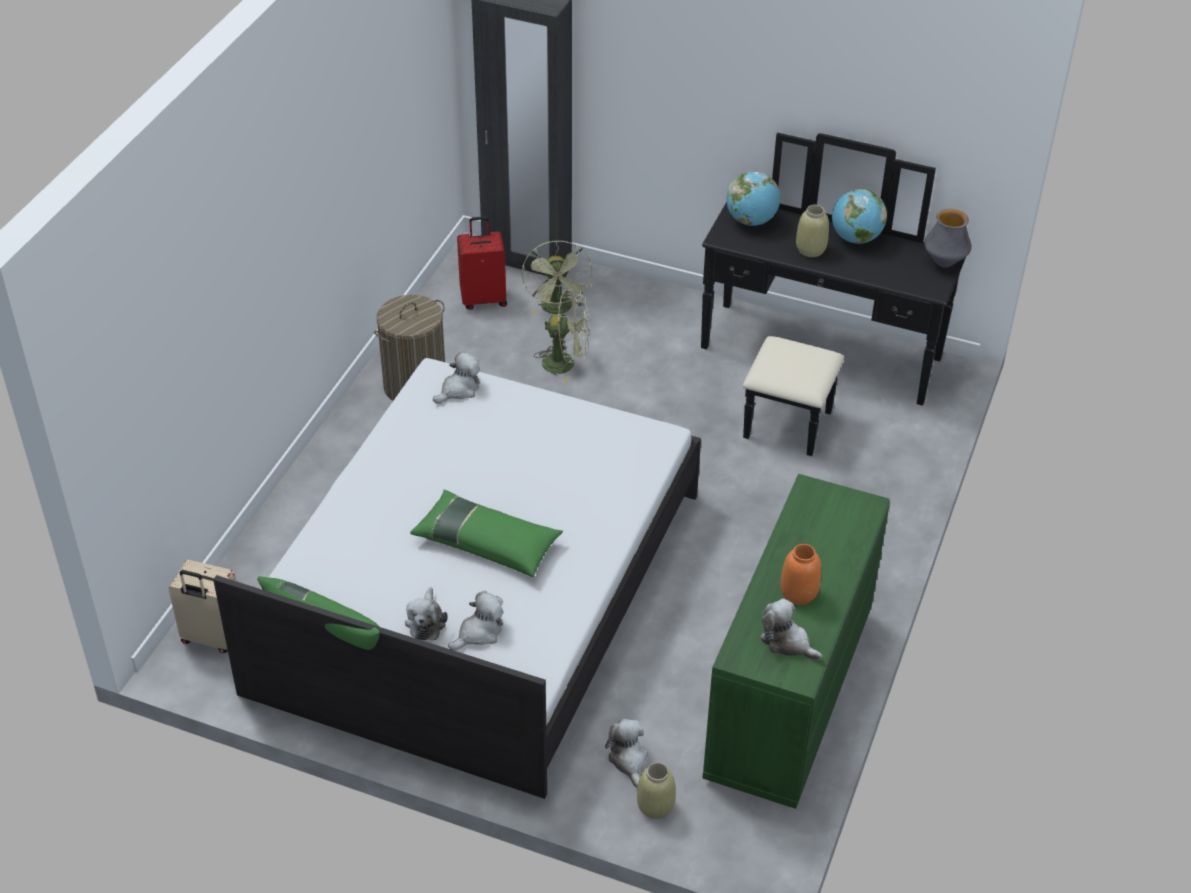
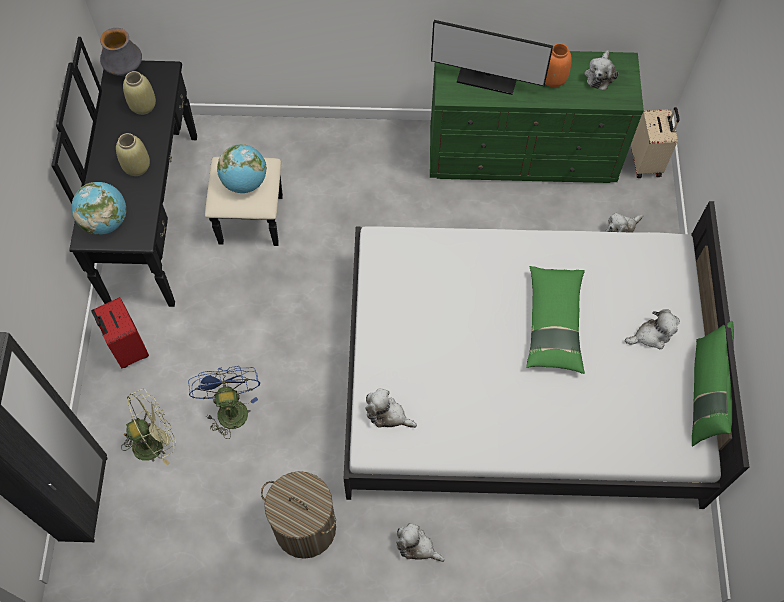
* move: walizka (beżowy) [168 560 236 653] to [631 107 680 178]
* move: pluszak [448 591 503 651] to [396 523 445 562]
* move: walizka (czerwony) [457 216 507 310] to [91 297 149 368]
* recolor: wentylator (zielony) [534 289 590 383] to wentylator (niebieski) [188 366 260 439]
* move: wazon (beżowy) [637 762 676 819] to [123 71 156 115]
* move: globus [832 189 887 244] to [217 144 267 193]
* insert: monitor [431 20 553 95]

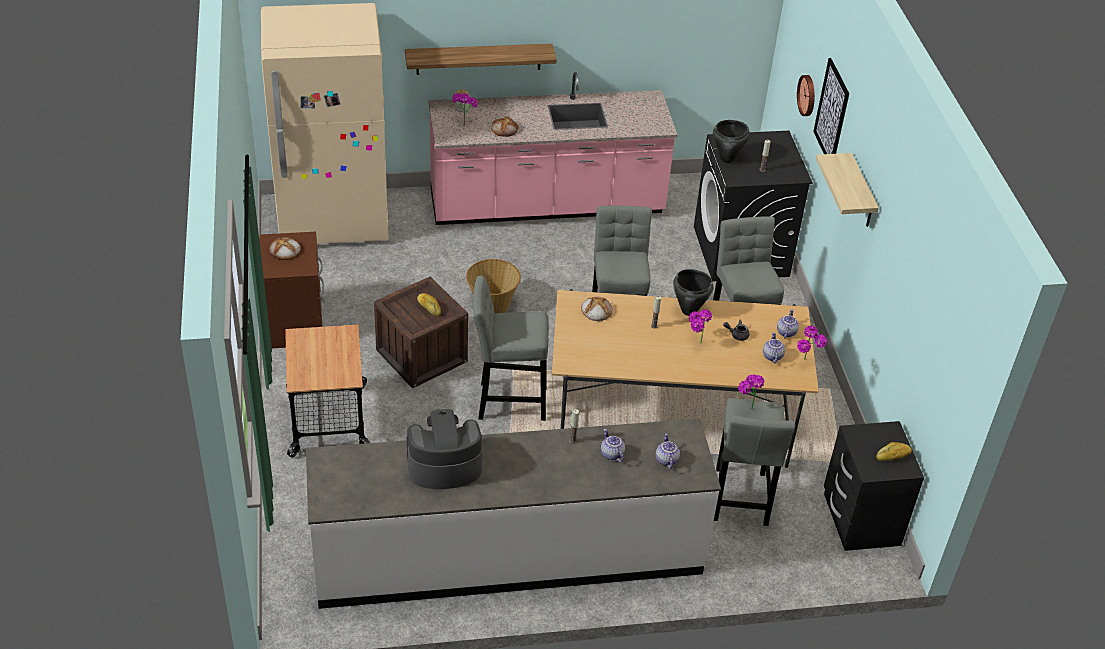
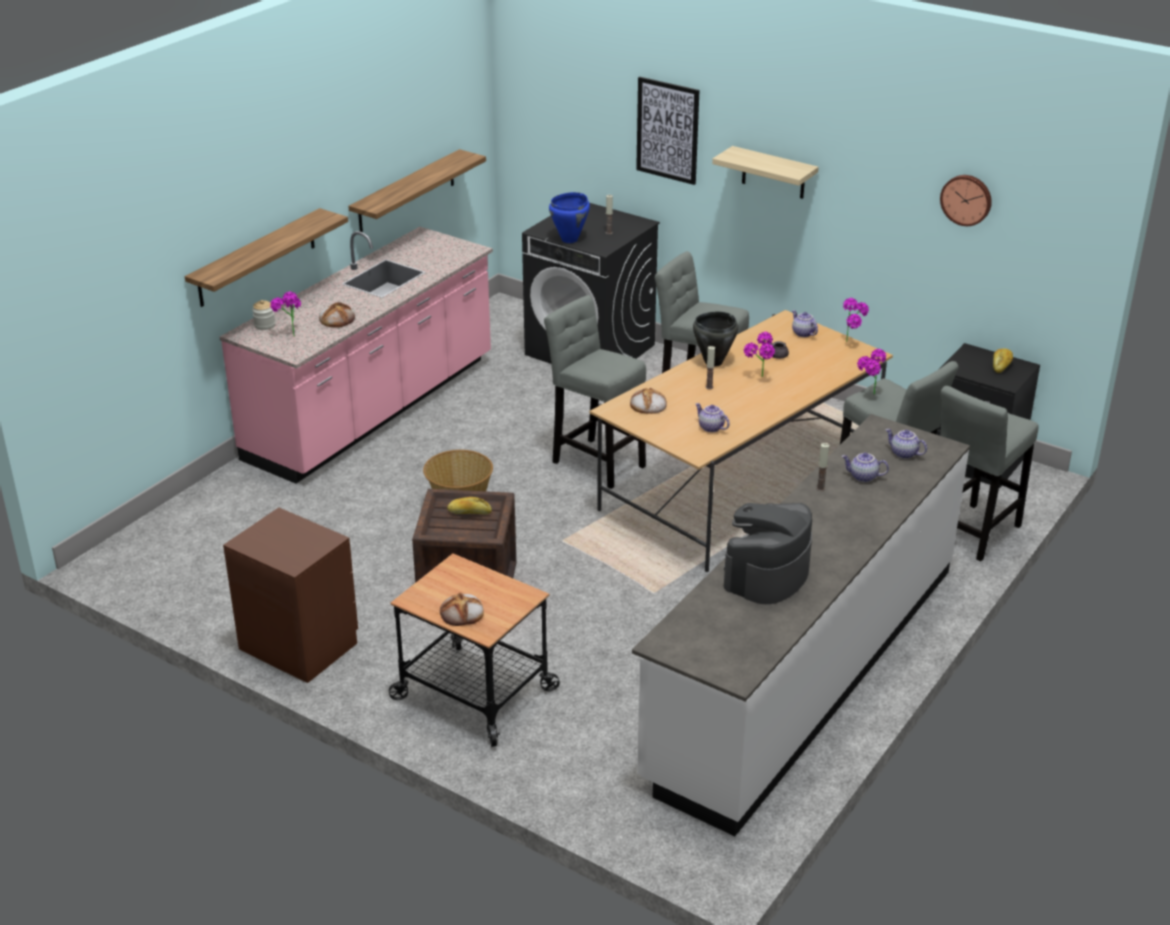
* delete: lodówka (beżowy) [261 3 388 244]
* move: chleb [269 237 301 260] to [440 593 484 626]
* move: stołek (szary) [473 275 549 421] to [940 386 1039 562]
* recolor: garnek (czarny) [713 120 750 163] to garnek (niebieski) [549 192 590 243]
* move: imbryk [763 332 785 363] to [695 403 730 432]
* move: zegar ścienny [797 75 815 116] to [940 175 992 226]
* insert: półka [348 149 486 232]

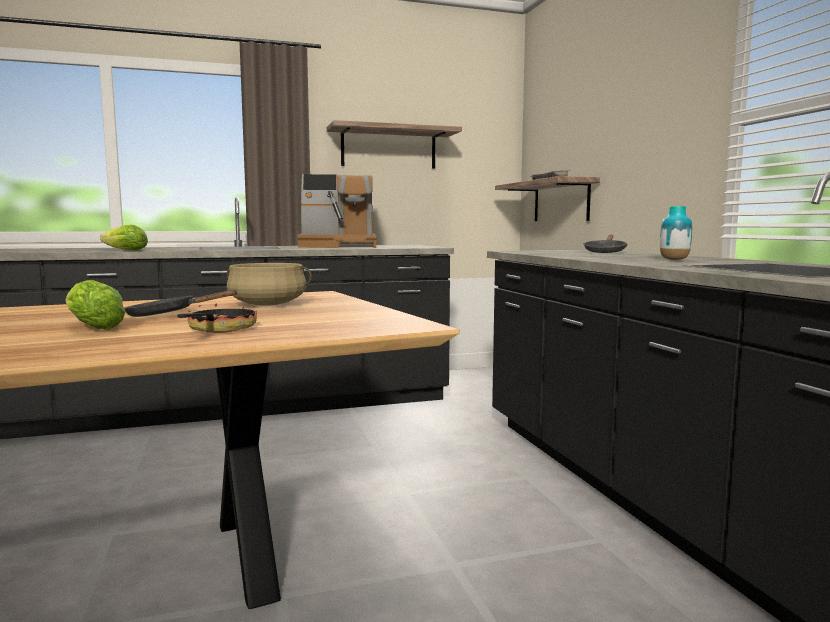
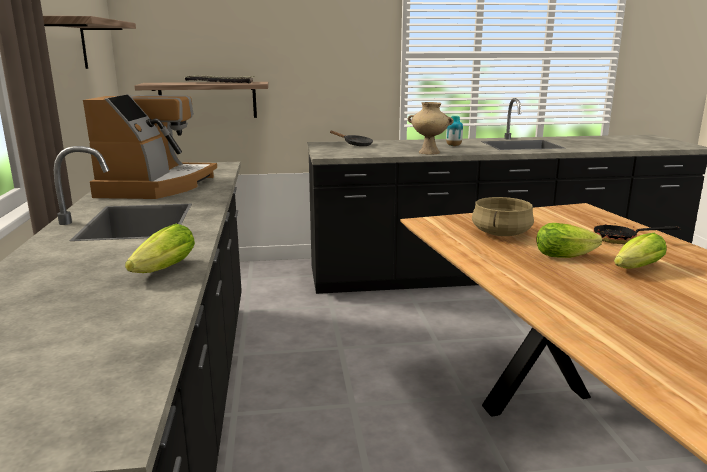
* replace: patelnia (czarny) [124 289 238 317] to sałata [536 223 602 258]
* insert: wazon (beżowy) [408 102 454 154]

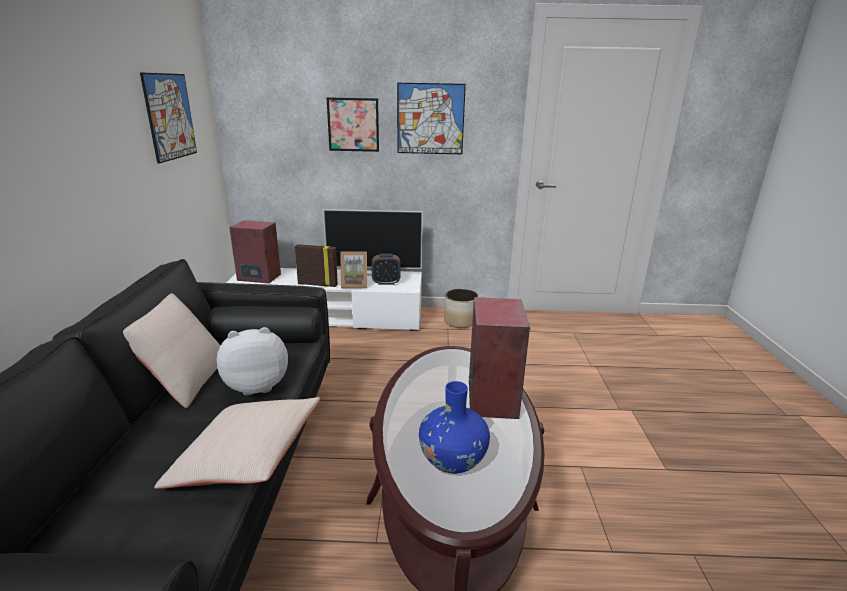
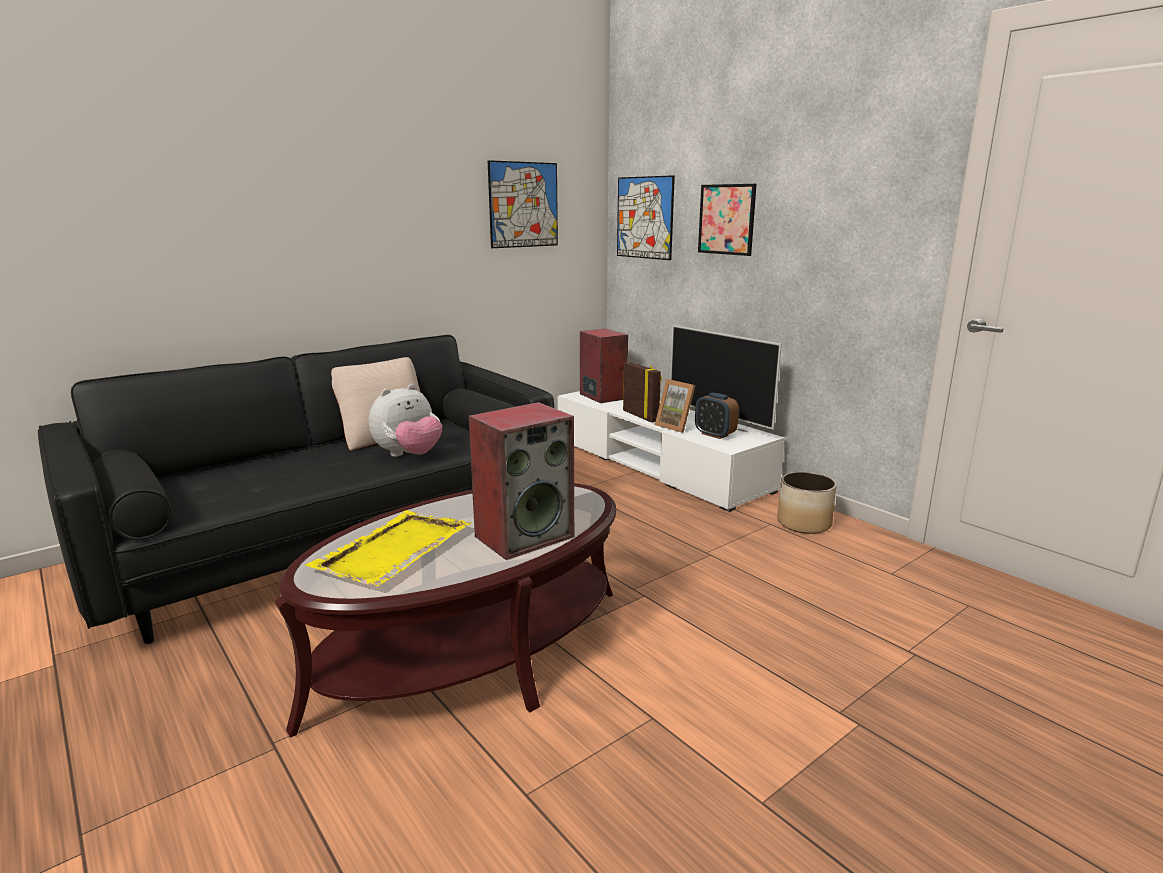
* delete: poduszka (beżowy) [154 397 320 489]
* rotate: pluszak [217 327 288 396] = [369 384 442 457] 105 degrees clockwise
* move: obraz [397 83 466 154] to [617 175 675 260]
* replace: wazon (niebieski) [419 381 490 474] to taca (żółty) [305 510 472 586]

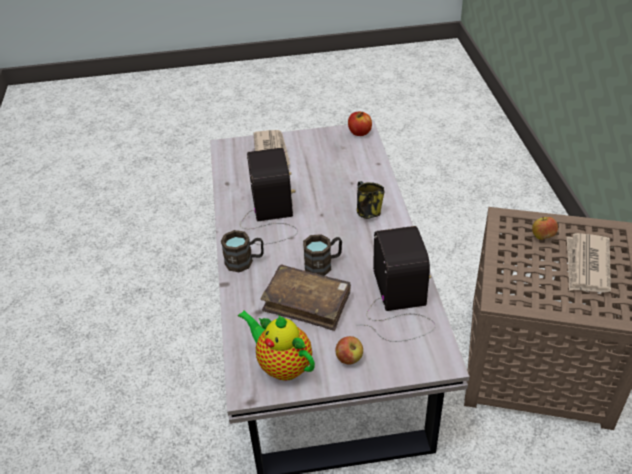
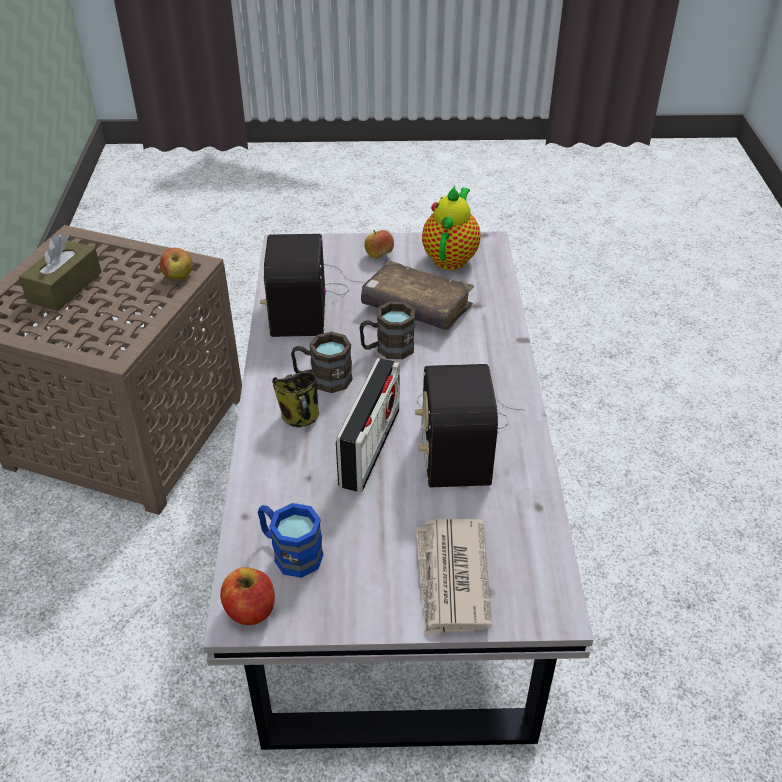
* move: kubek (brązowy) [221 230 264 272] to [291 332 353 393]
* rotate: imbryk [238 310 315 381] = [422 186 481 270] 120 degrees counterclockwise
* move: jabłko [532 217 558 240] to [160 248 193 279]
* replace: gazeta [567 233 611 293] to pudełko chusteczek (brązowy) [19 233 102 311]
* insert: kubek (niebieski) [258 503 324 578]
* insert: radio [336 358 400 492]

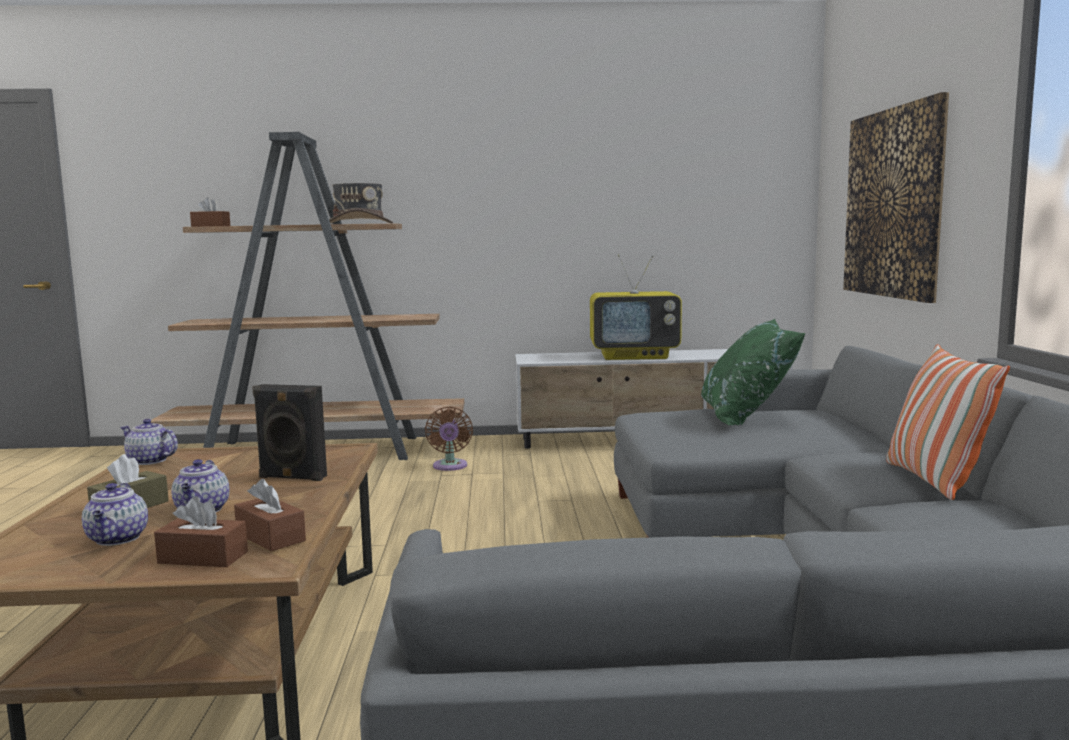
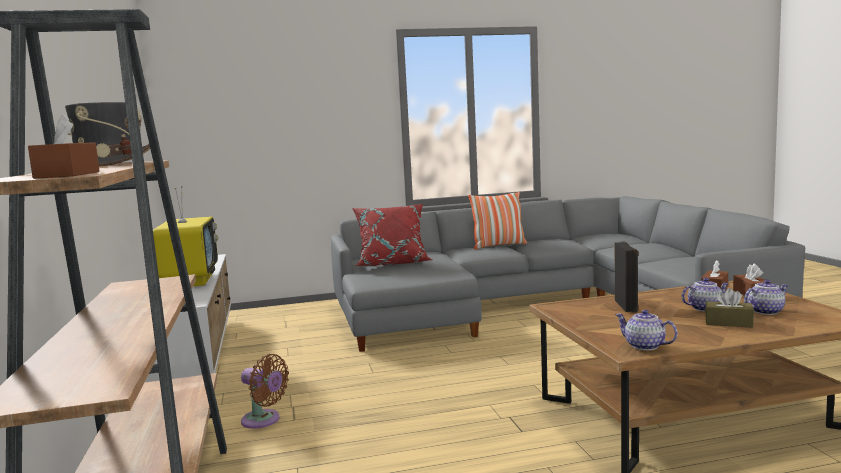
* rotate: imbryk [120 419 178 465] = [615 309 678 350] 120 degrees clockwise
* rotate: wentylator (brązowy) [425 406 473 471] = [241 354 289 429] 45 degrees clockwise
* recolor: poduszka (zielony) [701 319 806 425] to poduszka (czerwony) [352 204 432 266]
* delete: obraz [843 92 949 303]

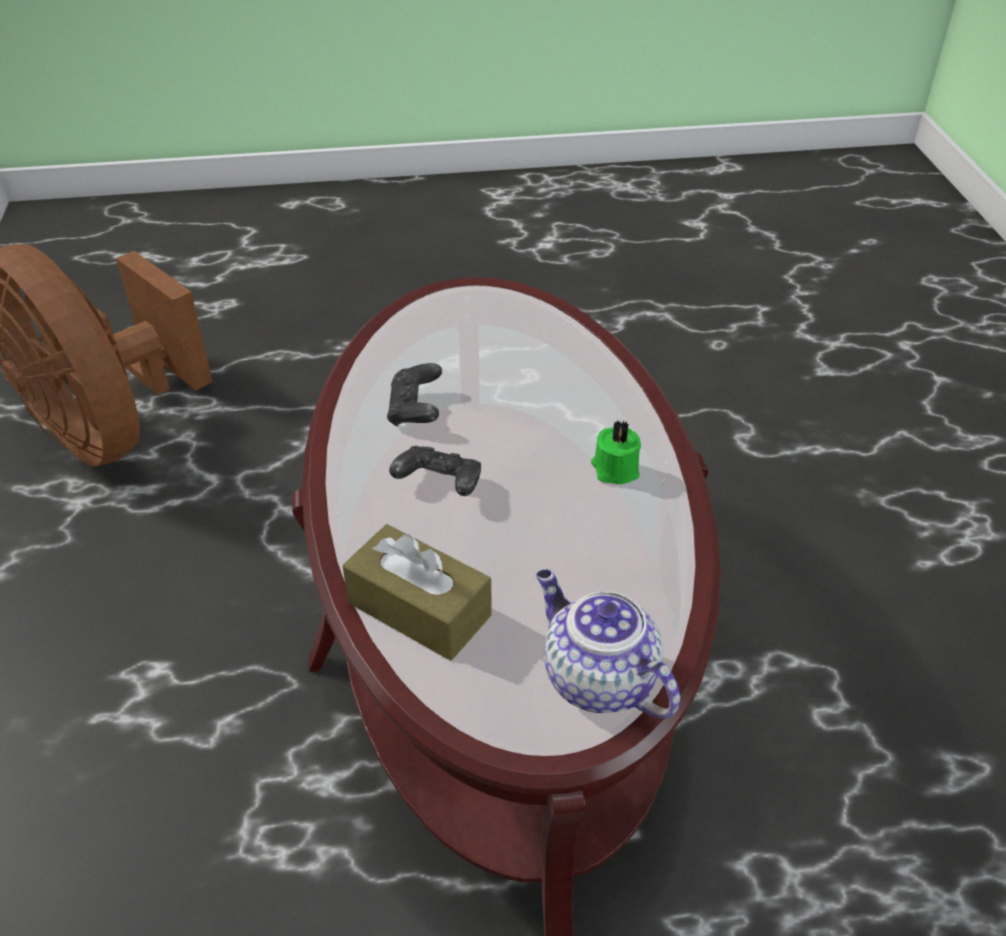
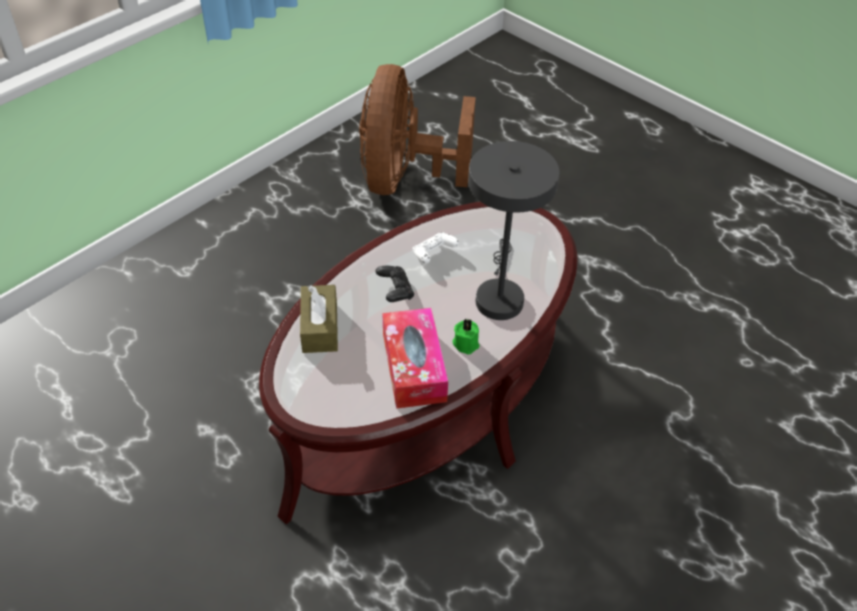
* recolor: pad do gier (czarny) [387 363 442 427] to pad do gier (biały) [412 232 459 264]
* delete: imbryk [536 569 680 719]
* insert: pudełko chusteczek [382 308 448 409]
* insert: lampa stołowa (szary) [468 141 560 320]

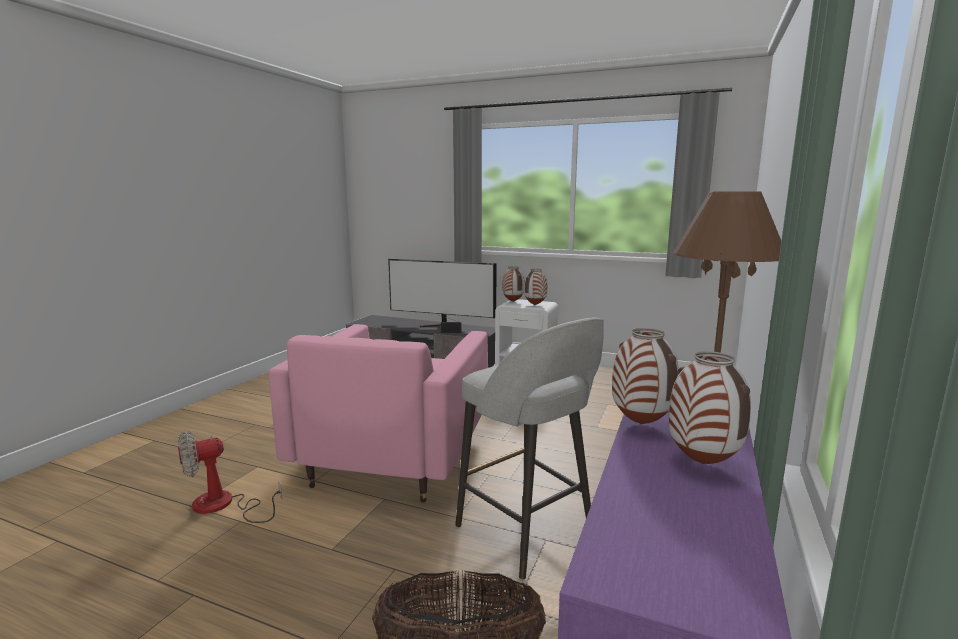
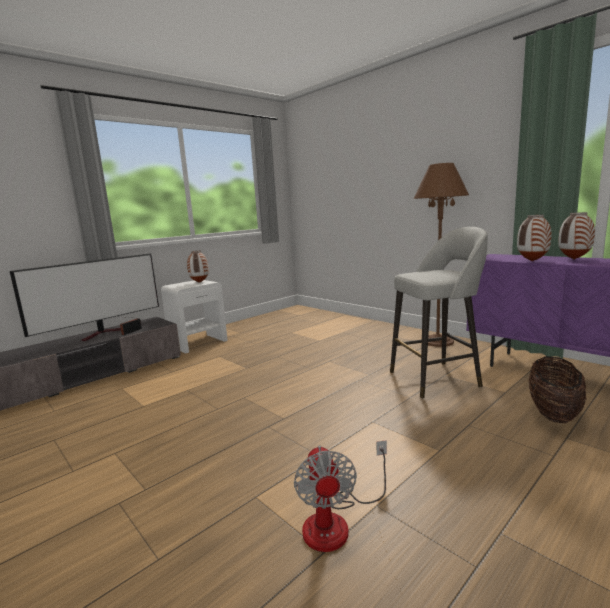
* delete: fotel (różowy) [269 324 488 503]
* delete: wazon [502 266 525 302]

